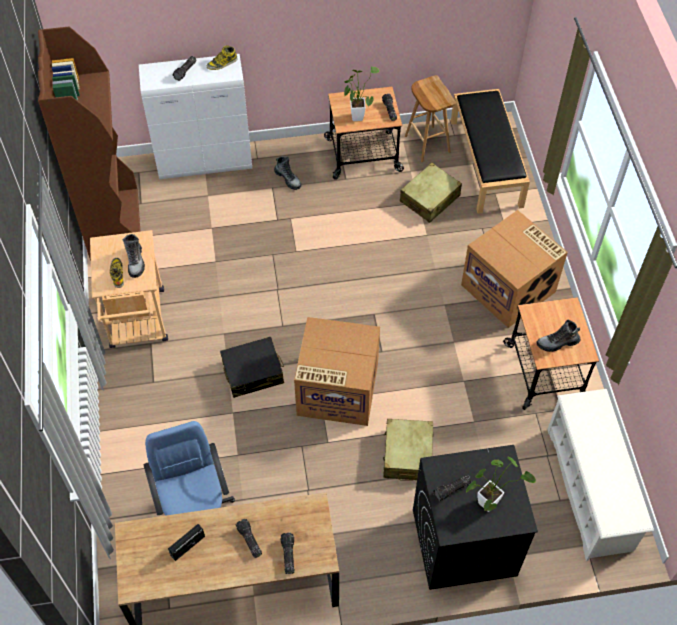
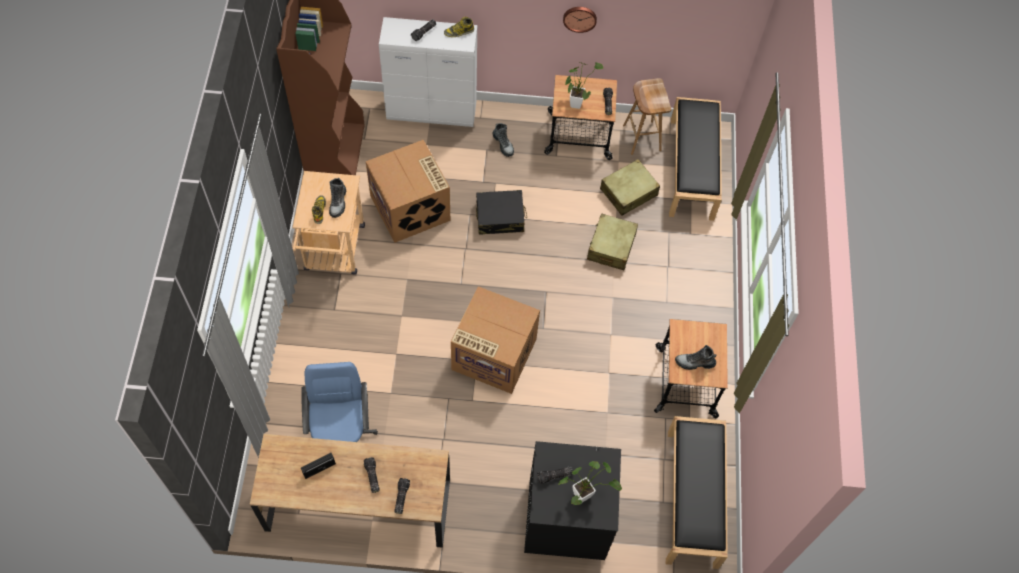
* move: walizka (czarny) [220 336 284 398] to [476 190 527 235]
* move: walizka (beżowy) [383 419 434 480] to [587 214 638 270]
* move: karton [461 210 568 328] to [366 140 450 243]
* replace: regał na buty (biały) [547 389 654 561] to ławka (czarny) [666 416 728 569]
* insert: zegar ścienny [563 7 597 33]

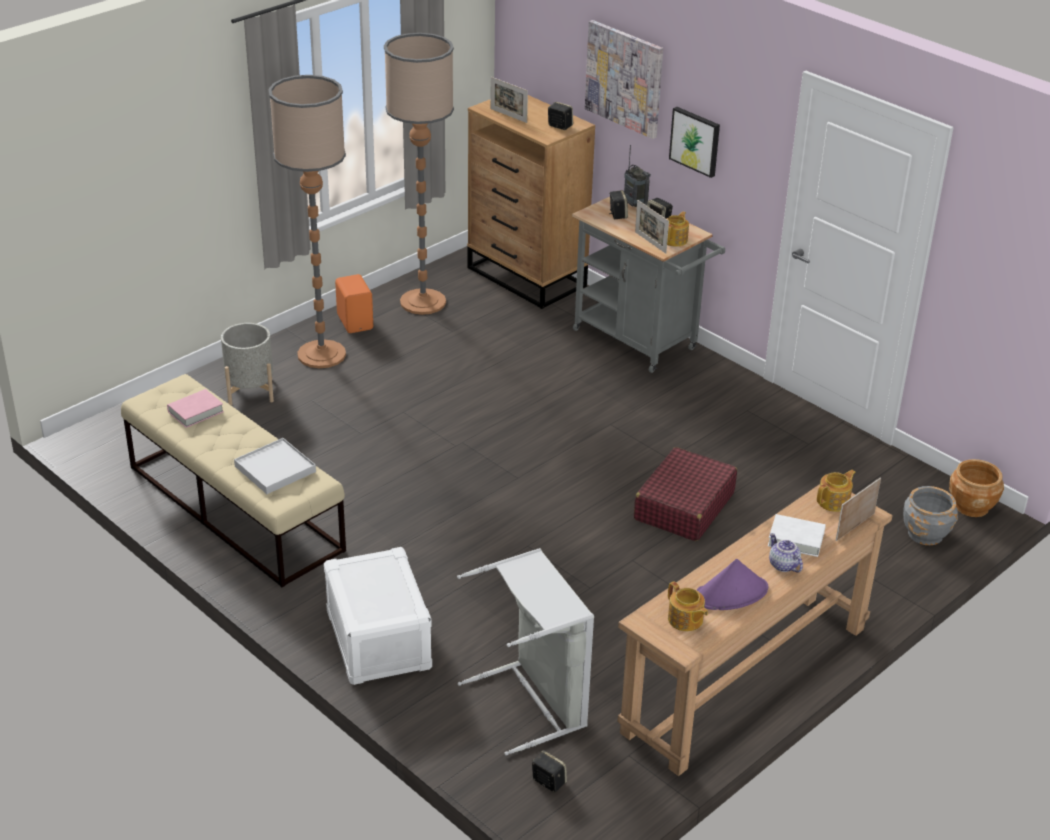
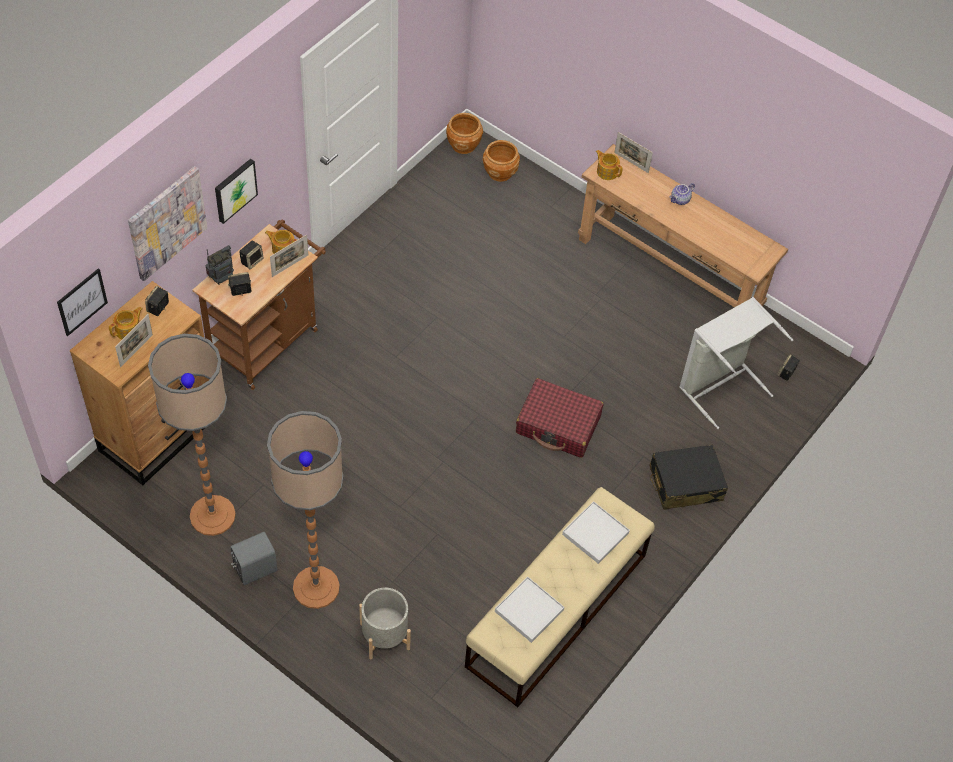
* replace: książka (różowy) [167 389 224 428] to taca (biały) [495 577 564 643]
* replace: pojemnik do przechowywania (biały) [324 547 432 685] to walizka (czarny) [650 444 728 510]
* recolor: głośnik (pomarańczowy) [335 274 373 333] to głośnik (szary) [230 532 277 585]
* recolor: wózek (szary) [572 197 725 373] to wózek (brązowy) [192 219 326 390]
* move: walizka (czerwony) [634 447 737 541] to [516 378 604 458]
* move: imbryk [668 581 708 631] to [109 307 143 340]
* delete: kapelusz (fioletowy) [697 559 768 610]
* delete: książka (biały) [768 514 826 557]
* recolor: donica (szary) [903 486 958 545] to donica (brązowy) [483 140 520 182]
* insert: obraz [57 268 108 336]

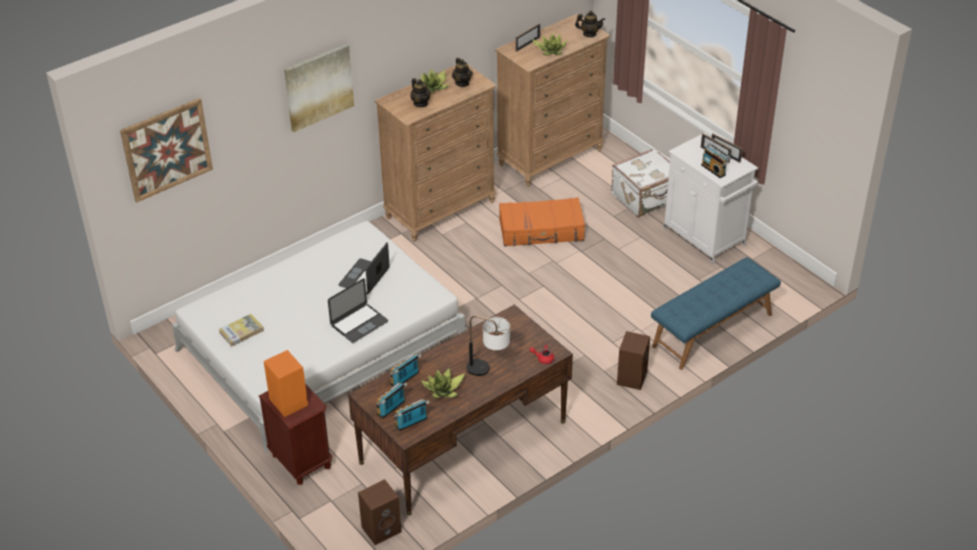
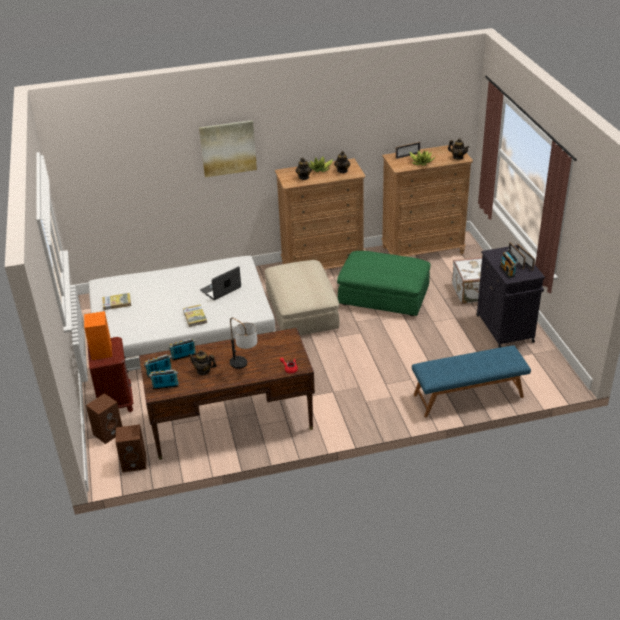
* delete: obraz [120 98 213 202]
* replace: laptop [328 278 388 343] to książka [183 304 207 327]
* replace: roślina doniczkowa [421 369 465 398] to imbryk [189 350 217 375]
* replace: walizka (pomarańczowy) [499 197 585 247] to pufa (zielony) [337 251 430 316]
* move: głośnik (brązowy) [617 331 650 390] to [86 393 122 444]
* recolor: szafka (biały) [663 133 758 263] to szafka (czarny) [476 245 545 348]
* insert: pufa (beżowy) [265 260 339 335]

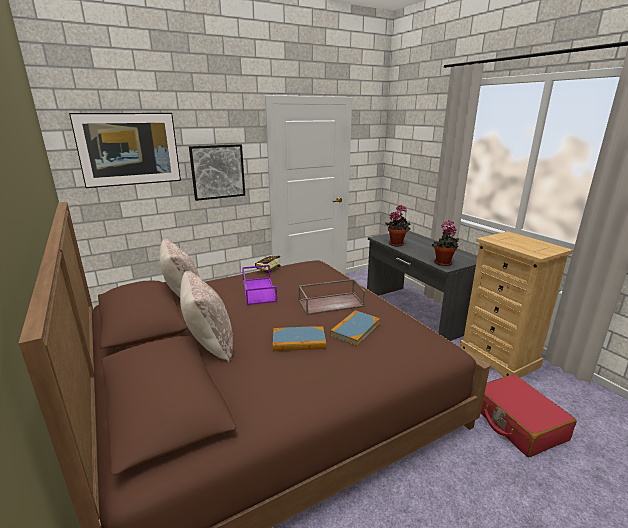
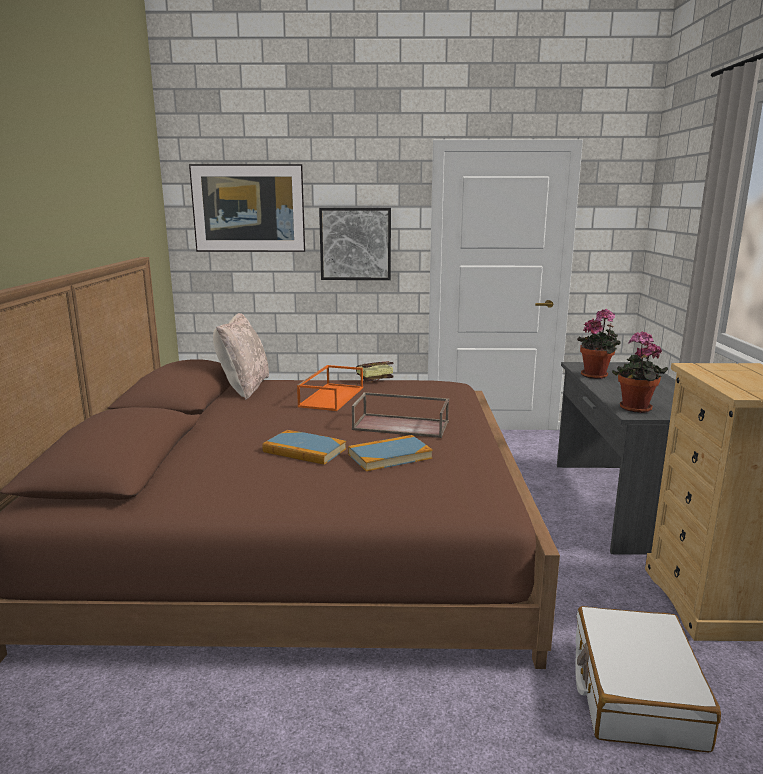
* delete: poduszka (beżowy) [180 271 233 362]
* recolor: taca (fioletowy) [242 265 277 305] to taca (pomarańczowy) [297 365 363 411]
* recolor: walizka (czerwony) [481 374 577 457] to walizka (biały) [576 606 721 752]

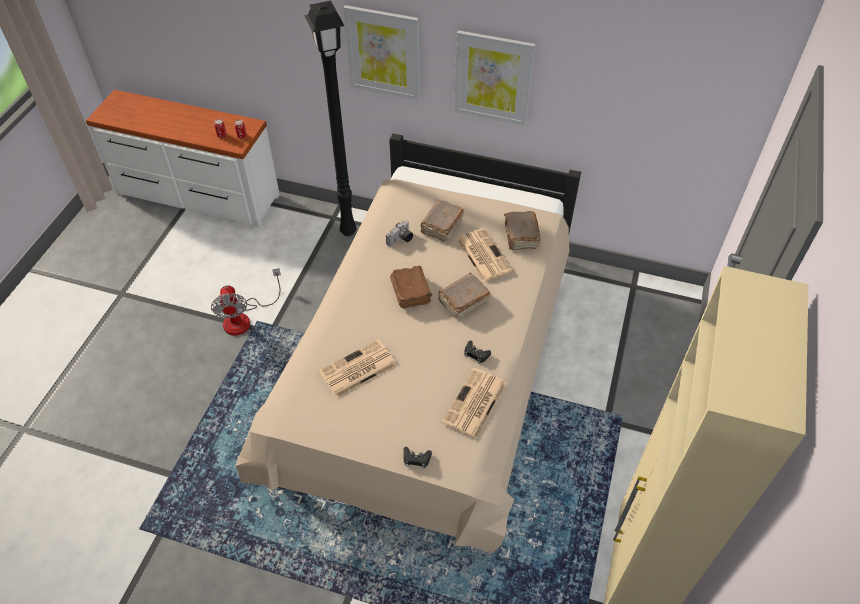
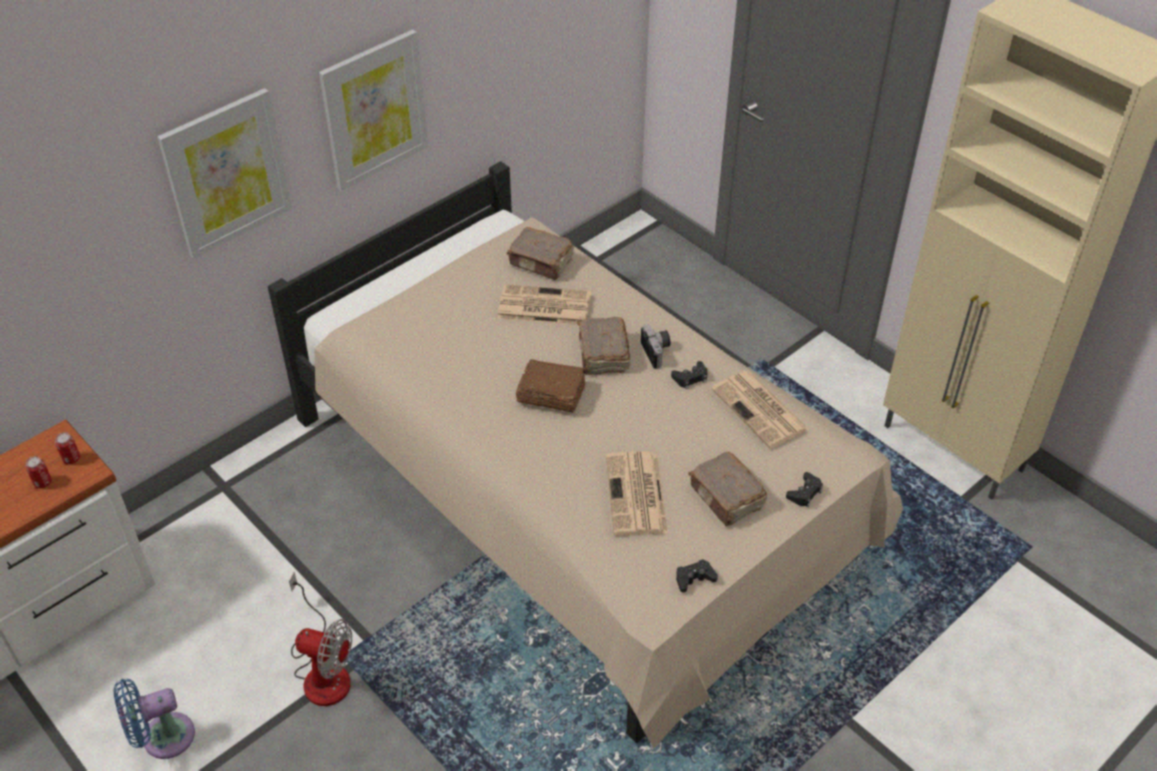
* delete: lampa stojąca (czarny) [304 1 357 236]
* move: aparat fotograficzny [386 220 413 247] to [641 324 670 369]
* move: książka (brązowy) [420 200 464 242] to [688 452 767 526]
* insert: wentylator (niebieski) [113 679 195 759]
* insert: pad do gier (czarny) [676 559 718 592]

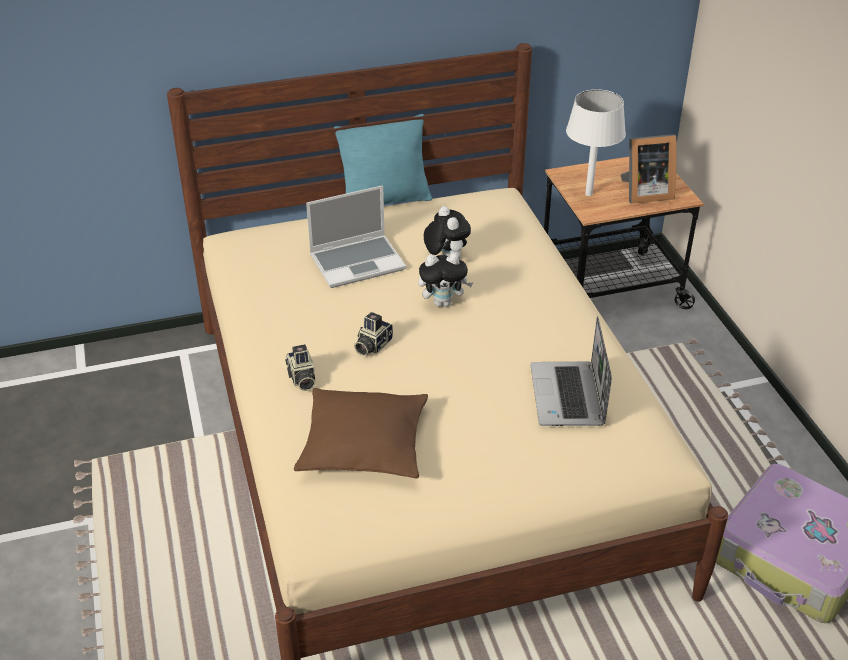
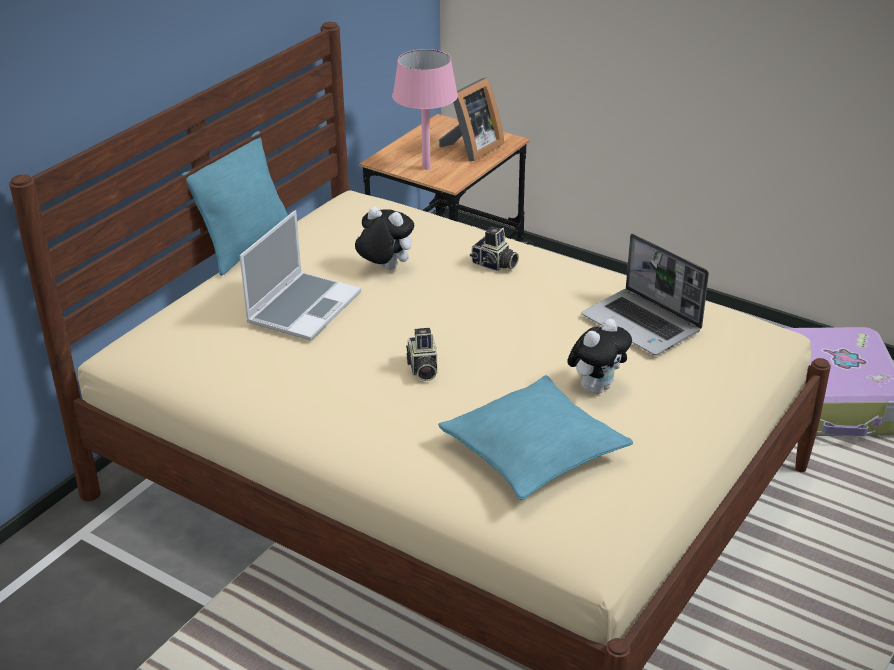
* move: aparat fotograficzny [285 344 315 391] to [470 227 519 271]
* recolor: poduszka (brązowy) [294 388 428 479] to poduszka (turkusowy) [438 375 633 500]
* move: pluszak [418 253 473 307] to [567 318 632 394]
* recolor: lampa stołowa (biały) [566 89 626 196] to lampa stołowa (różowy) [392 49 458 170]

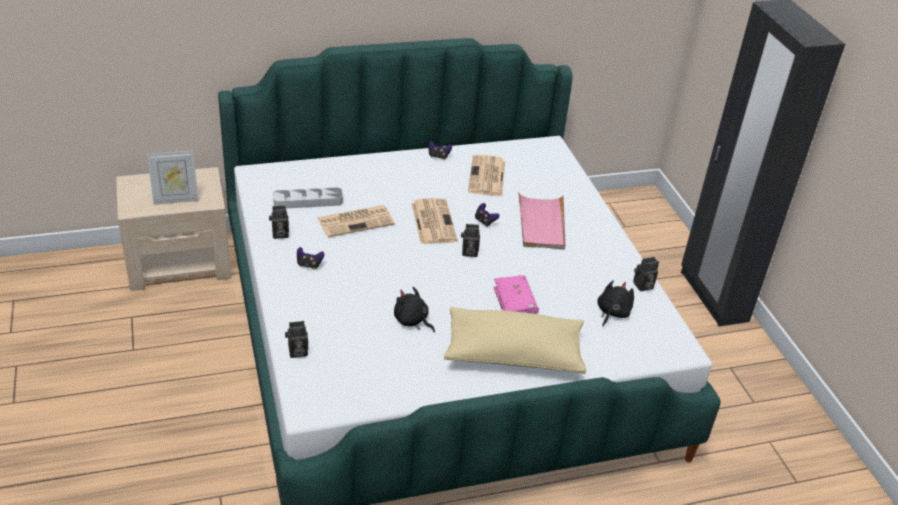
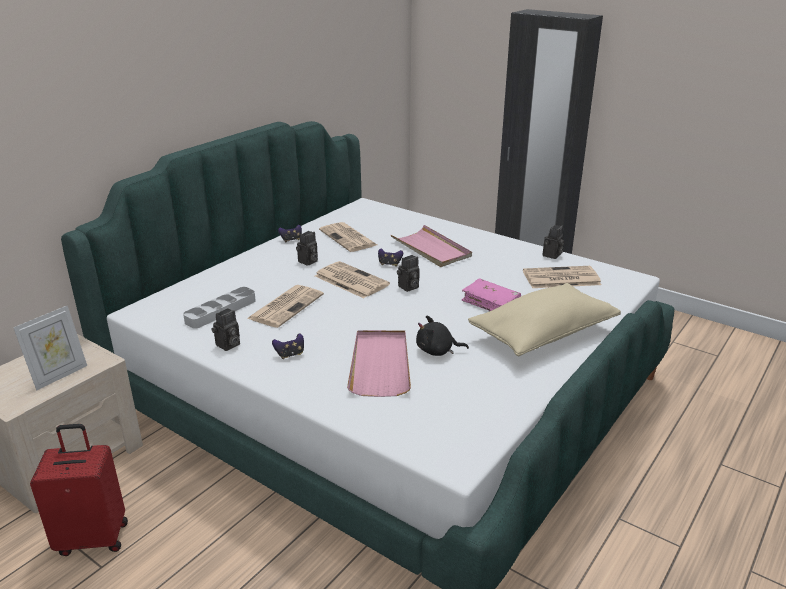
* move: aparat fotograficzny [285 321 308 358] to [296 231 318 266]
* replace: pluszak (czarny) [597 280 634 326] to gazeta [523 266 602 288]
* insert: walizka (czerwony) [30 424 128 556]
* insert: taca (różowy) [347 330 411 397]

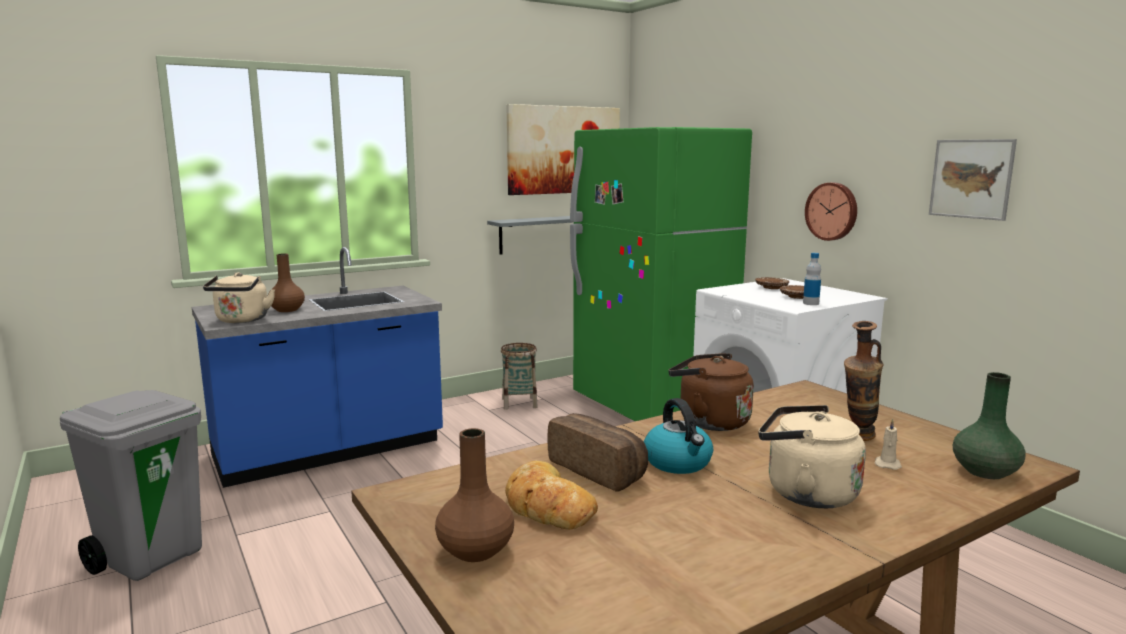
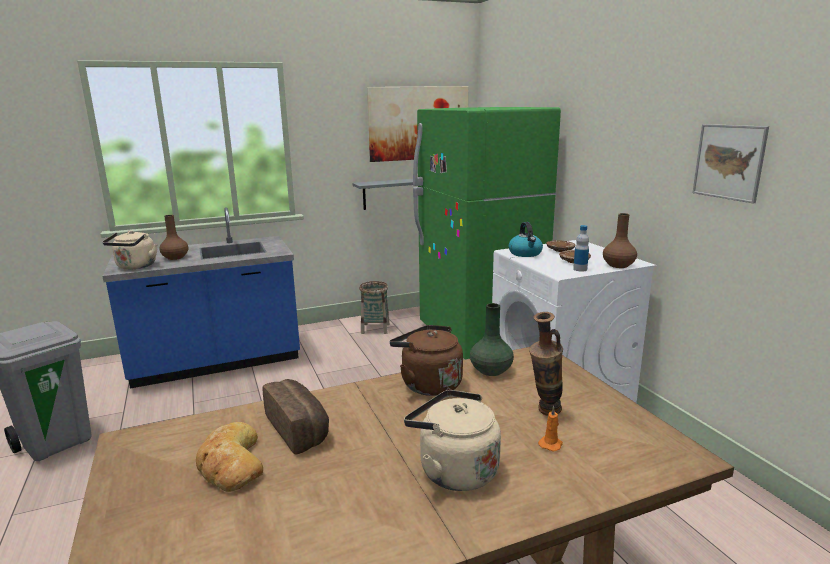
* move: wazon (brązowy) [435 428 514 562] to [603 213 637 268]
* move: czajnik [644 398 713 474] to [509 222 543 257]
* delete: zegar ścienny [805 182 857 241]
* recolor: świeca (beżowy) [874 419 902 470] to świeca (pomarańczowy) [538 406 563 451]
* move: wazon (zielony) [953 372 1026 479] to [470 303 514 376]

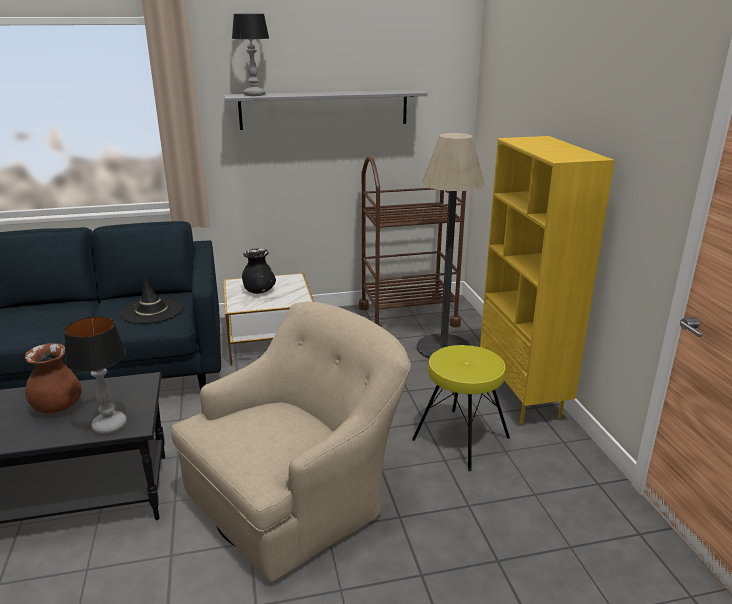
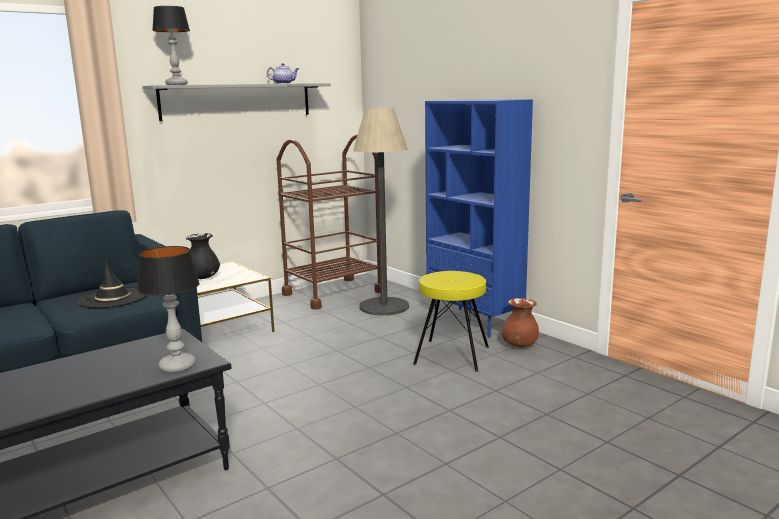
* move: wazon (brązowy) [25 343 82 414] to [502 298 539 348]
* delete: fotel (beżowy) [171 302 411 582]
* recolor: regał (żółty) [480 136 615 424] to regał (niebieski) [425 99 533 338]
* insert: imbryk [267 63 299 84]

